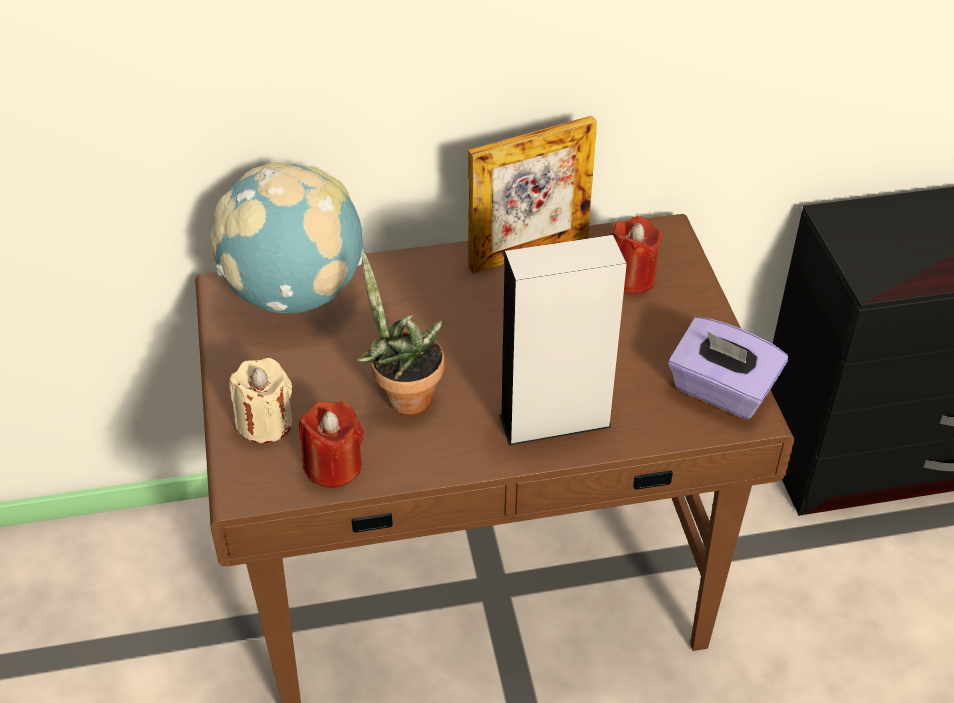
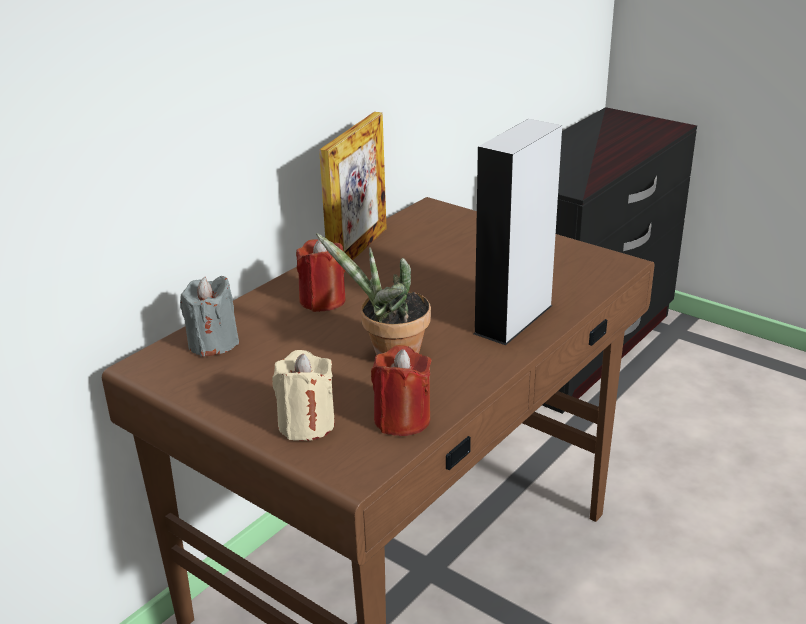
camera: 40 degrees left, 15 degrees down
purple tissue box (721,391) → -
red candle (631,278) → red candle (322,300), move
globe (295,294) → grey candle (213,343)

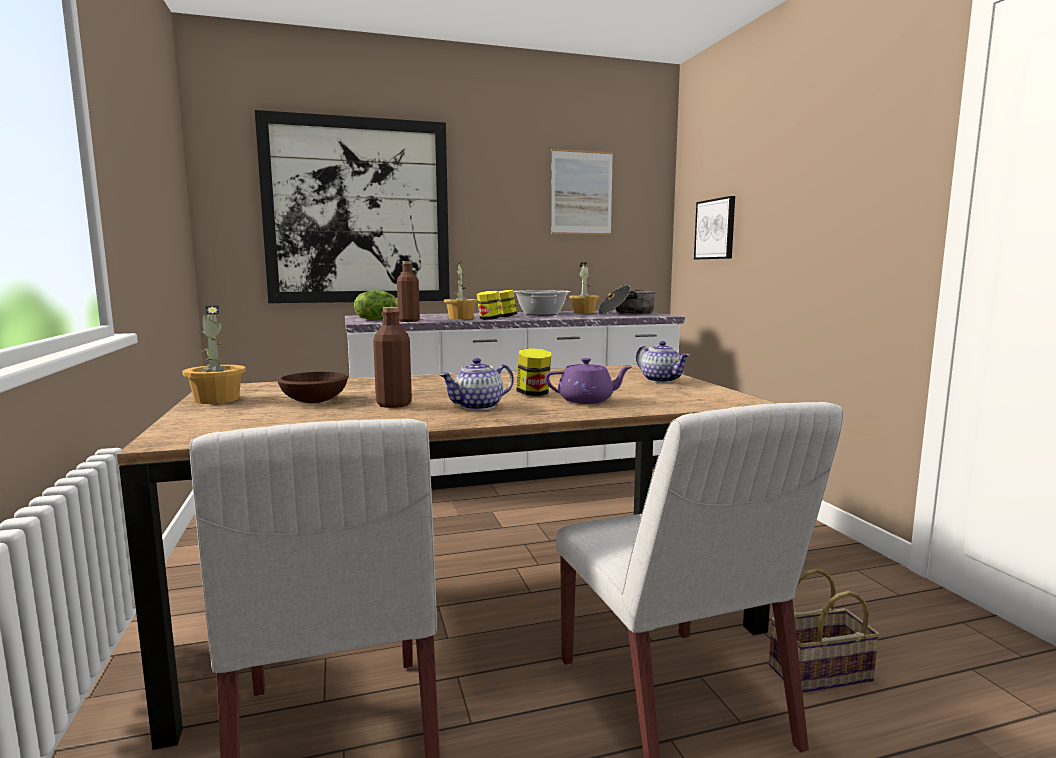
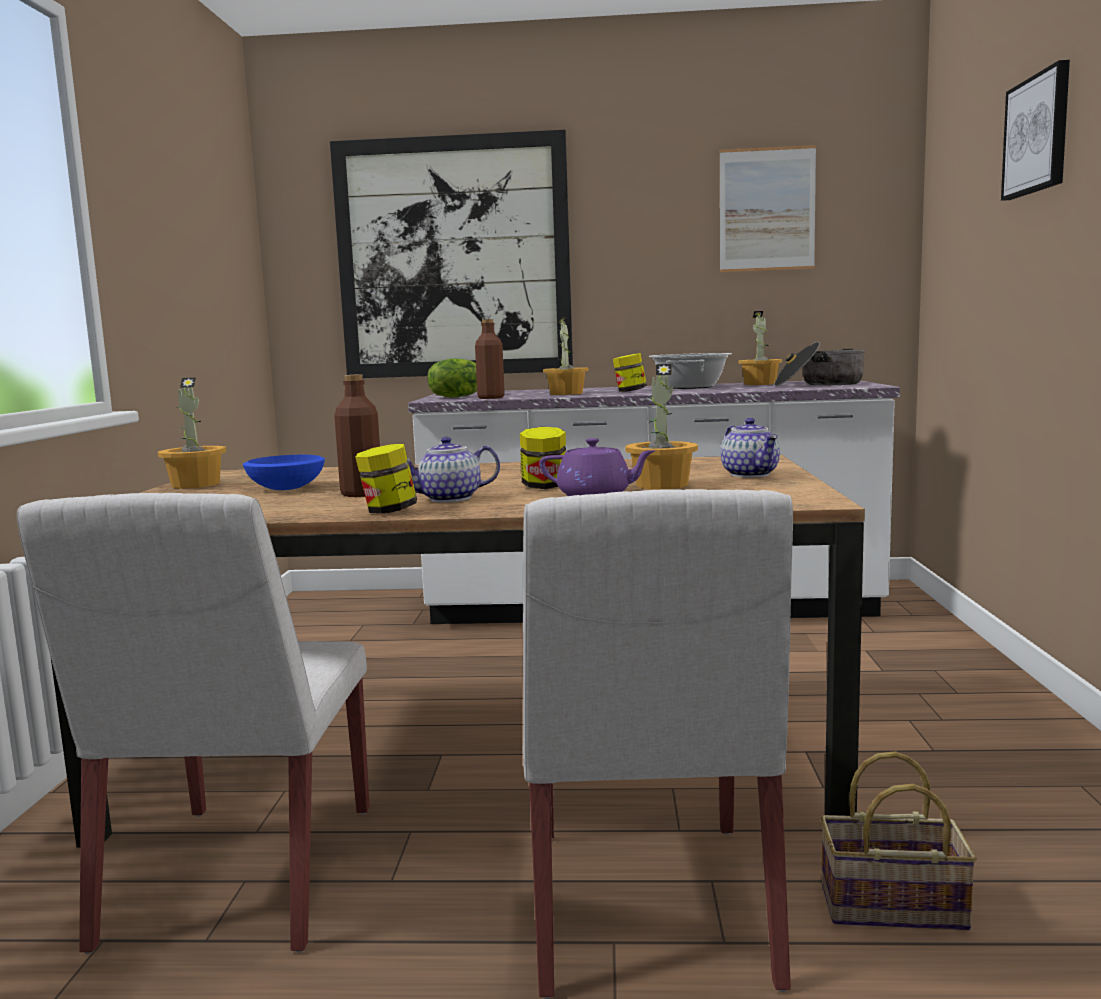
camera: 20 degrees right, 0 degrees up
- → potted plant (662,485)
jar (489,319) → jar (389,511), move
picture (715,229) → picture (1038,134), move
brown bowl (315,401) → blue bowl (286,488)

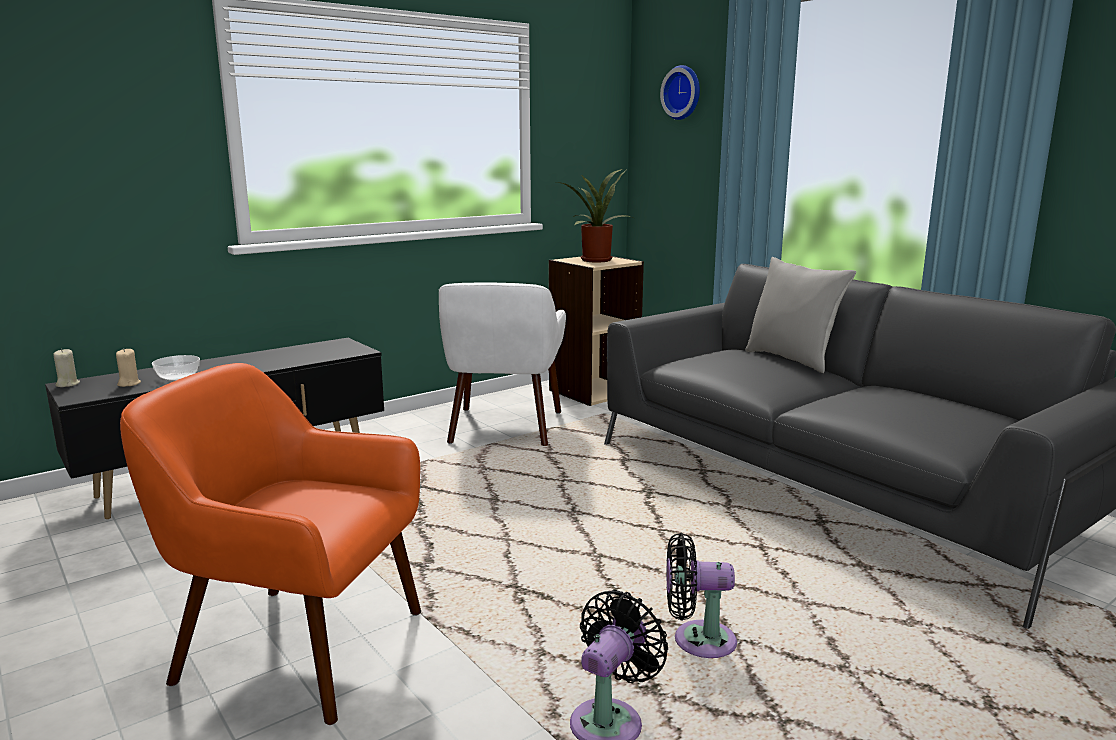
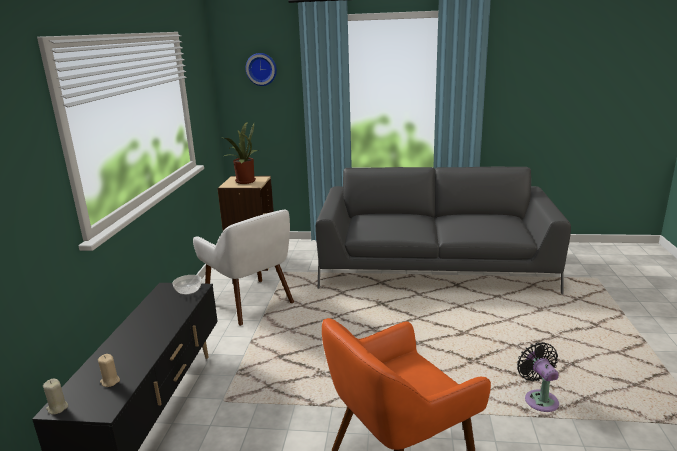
camera: 45 degrees left, 5 degrees up
black fan (697,641) → -
grey pillow (792,360) → -
bowl (178,377) → bowl (188,290), move

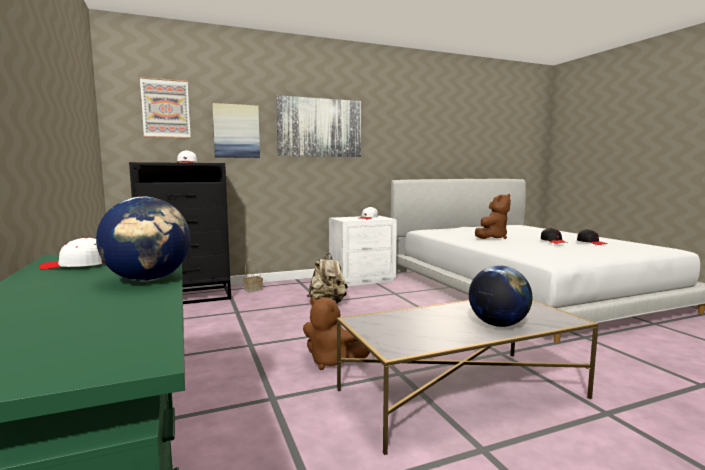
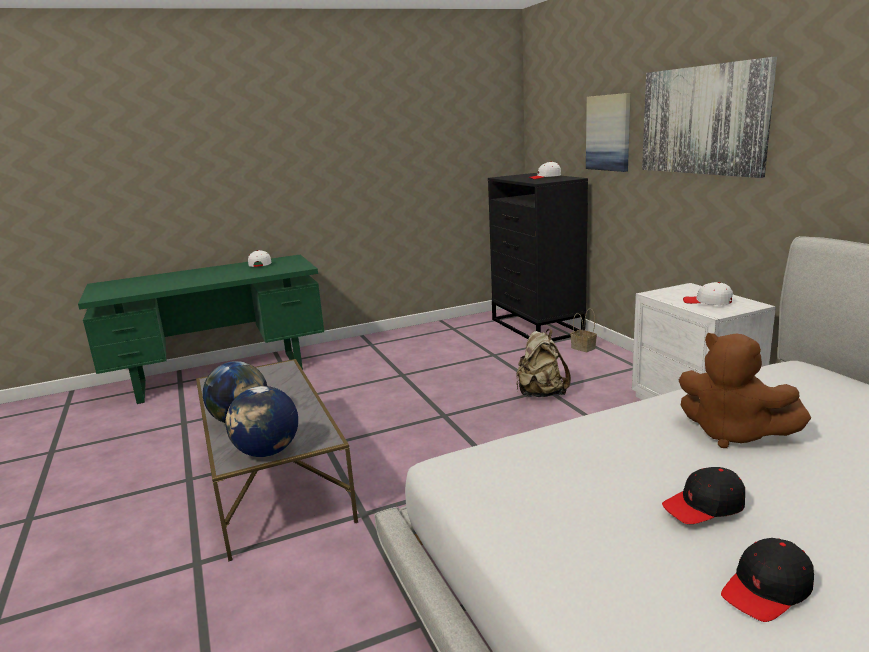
camera: 90 degrees right, 10 degrees up
picture (166,108) → -
brown plush toy (332,361) → -
globe (148,280) → globe (267,452), move

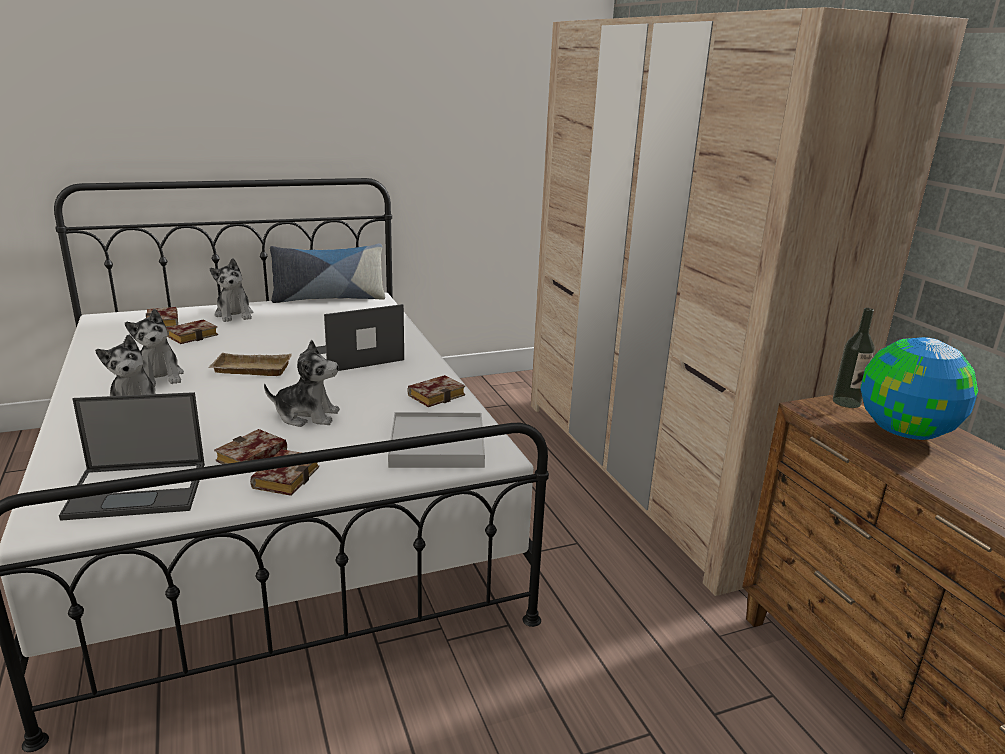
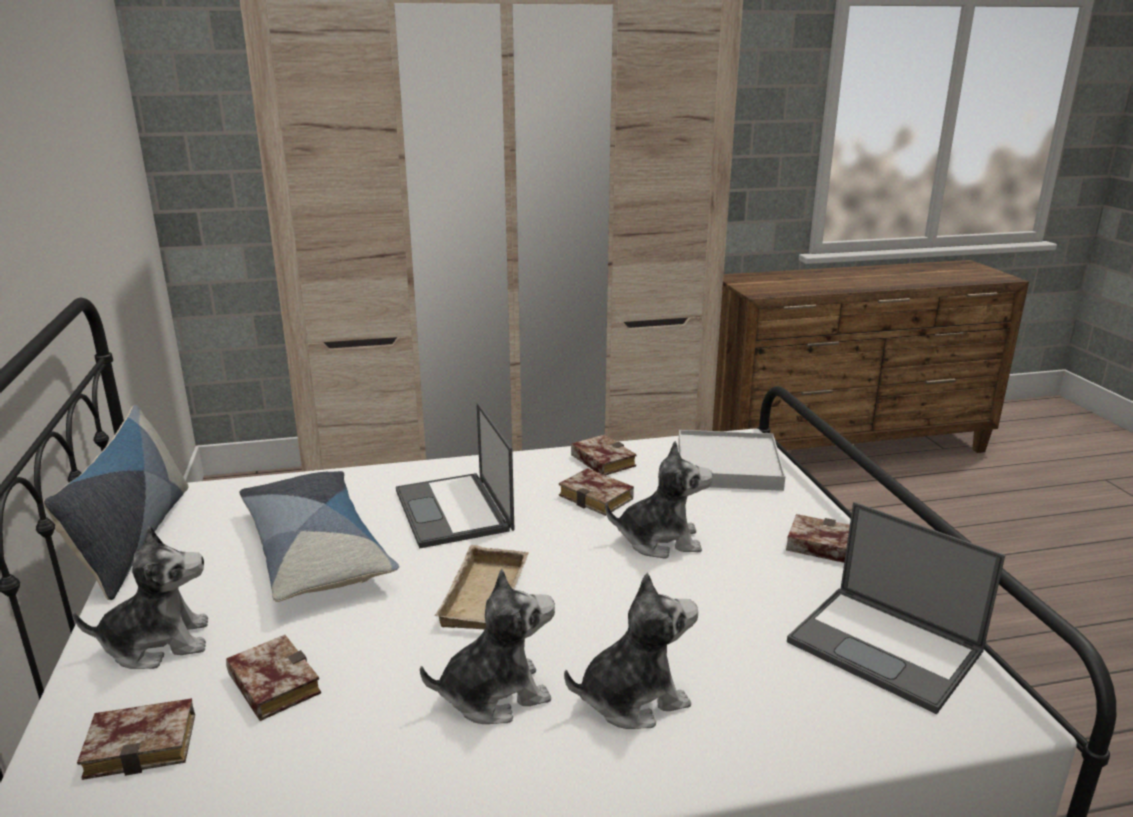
camera: 80 degrees left, 0 degrees up
bottle (846,402) → -
globe (904,433) → -
- → pillow (316,550)
book (251,458) → book (599,498), move
laptop (139,490) → laptop (887,647), 135 degrees clockwise
plush toy (307,416) → plush toy (660,540), 75 degrees clockwise

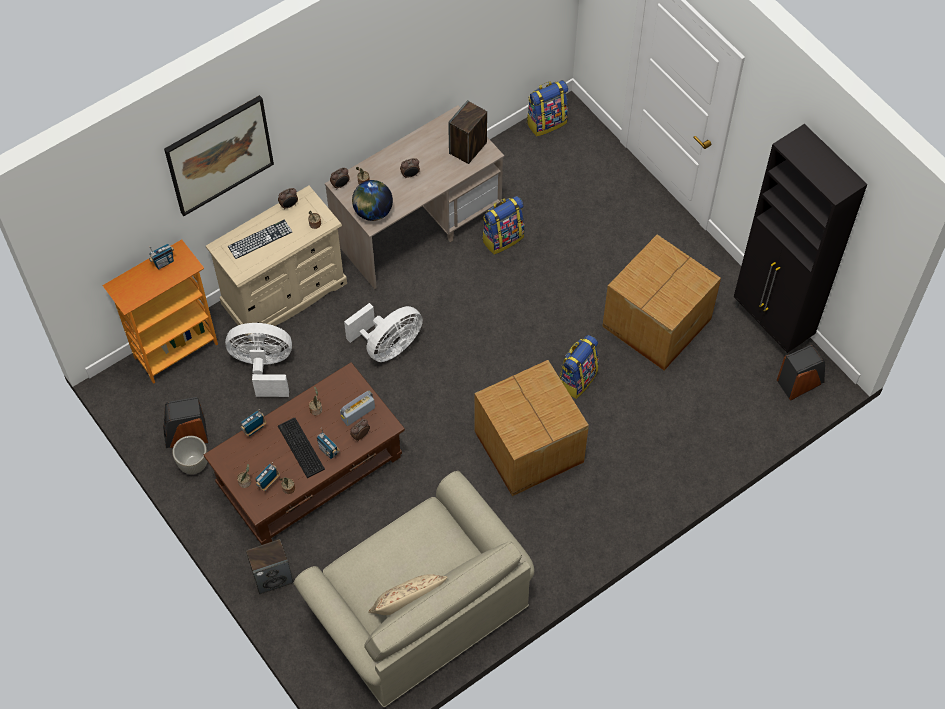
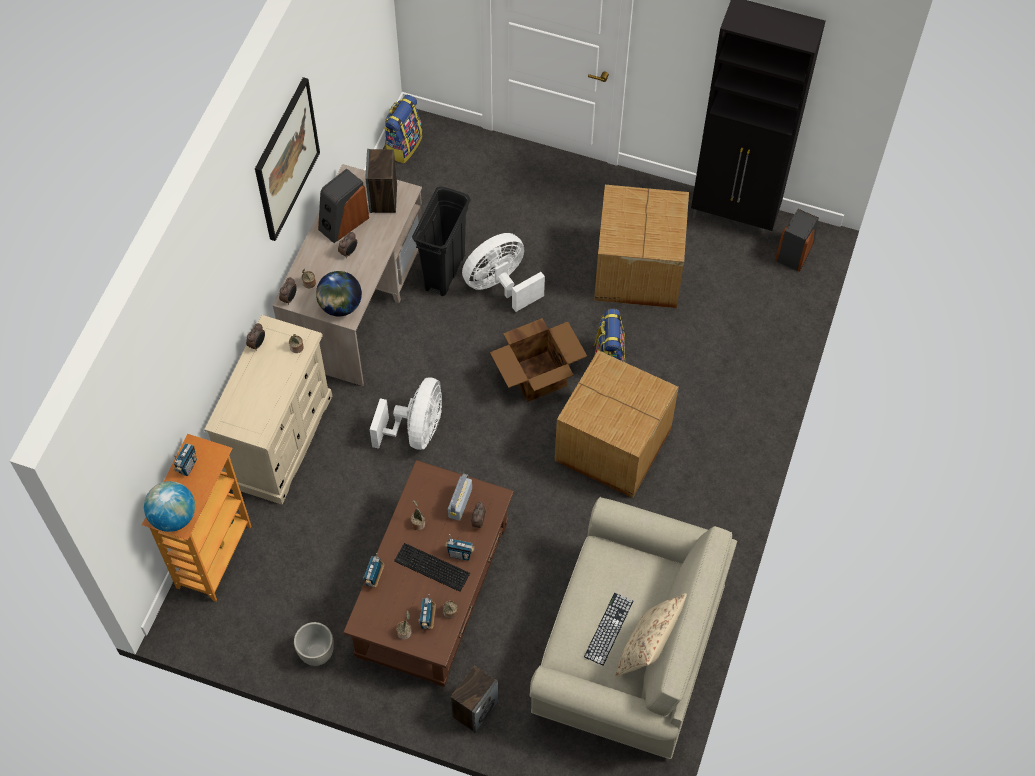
camera: 35 degrees left, 0 degrees up
- → globe (173,517)
- → cardboard box (538,376)
speaker (186,435) → speaker (343,222), move
picture (219,155) → picture (286,159), move
white fan (264,368) → white fan (500,285), move
keyboard (260,239) → keyboard (608,628), move
backpack (502,238) → black trash can (444,272)

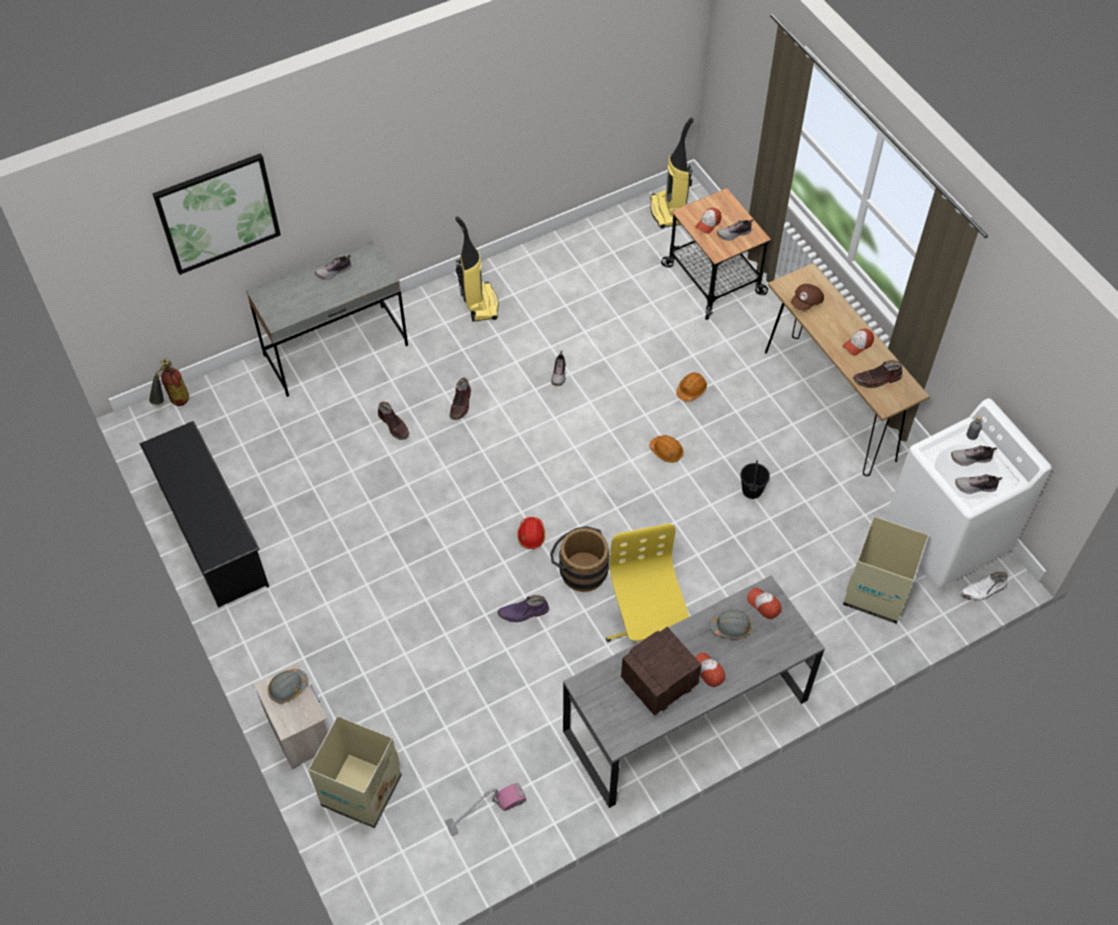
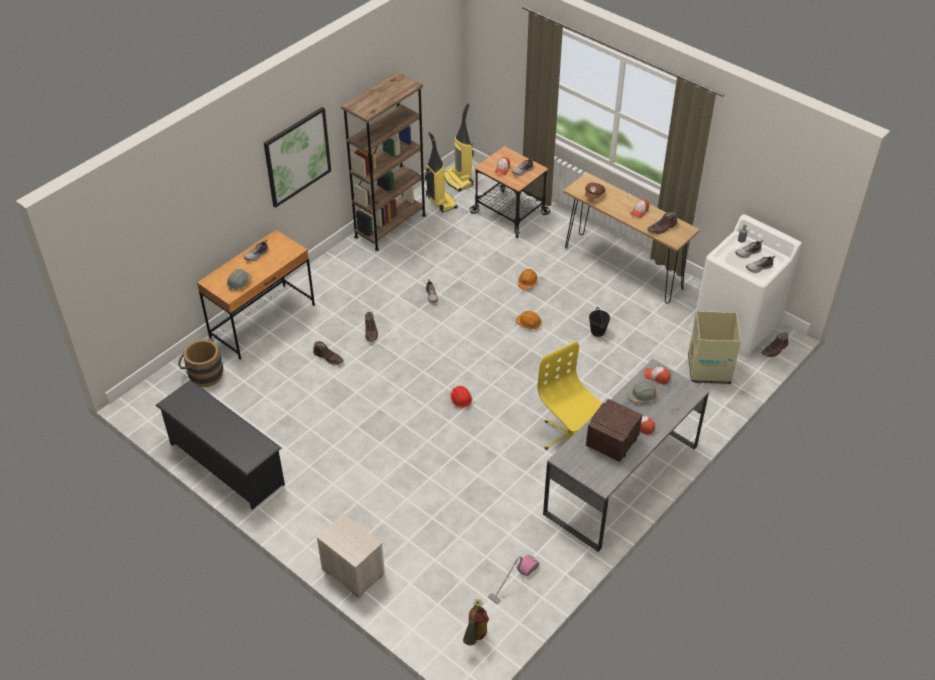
camera: 20 degrees left, 10 degrees down
cardboard box (360,792) → -
purple boot (523,613) → -
- → brown bookcase (390,226)
fire extinguisher (174,404) → fire extinguisher (475,639), move
picture (218,213) → picture (297,156), move
grey hard hat (288,688) → grey hard hat (239,283), move
vacuum cleaner (480,303) → vacuum cleaner (440,202), move
brown bucket (579,569) → brown bucket (203,374), move
grey desk (336,350) → brown desk (263,321)
white boot (983,591) → brown boot (775,350)

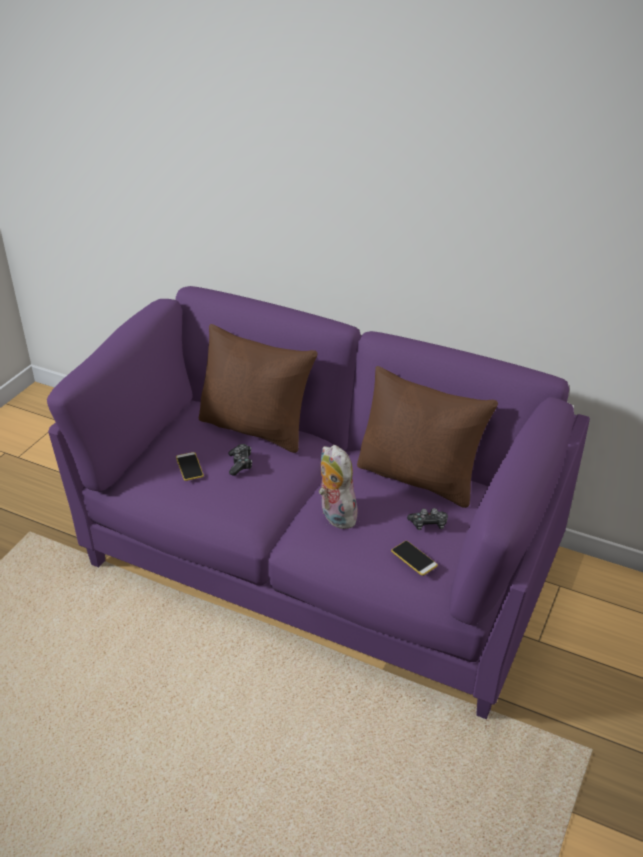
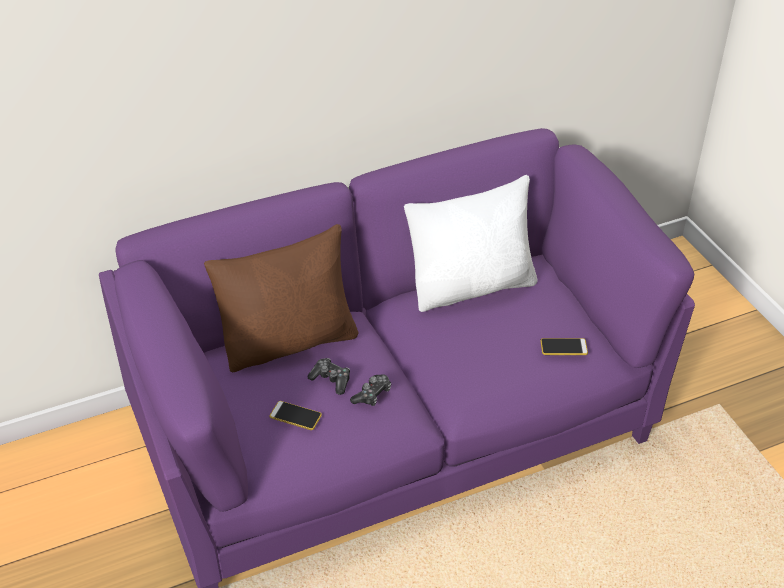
camera: 50 degrees left, 5 degrees up
plush toy (335,515) → -
game controller (428,524) → game controller (372,395), move
brown pillow (419,477) → white pillow (472,286)

